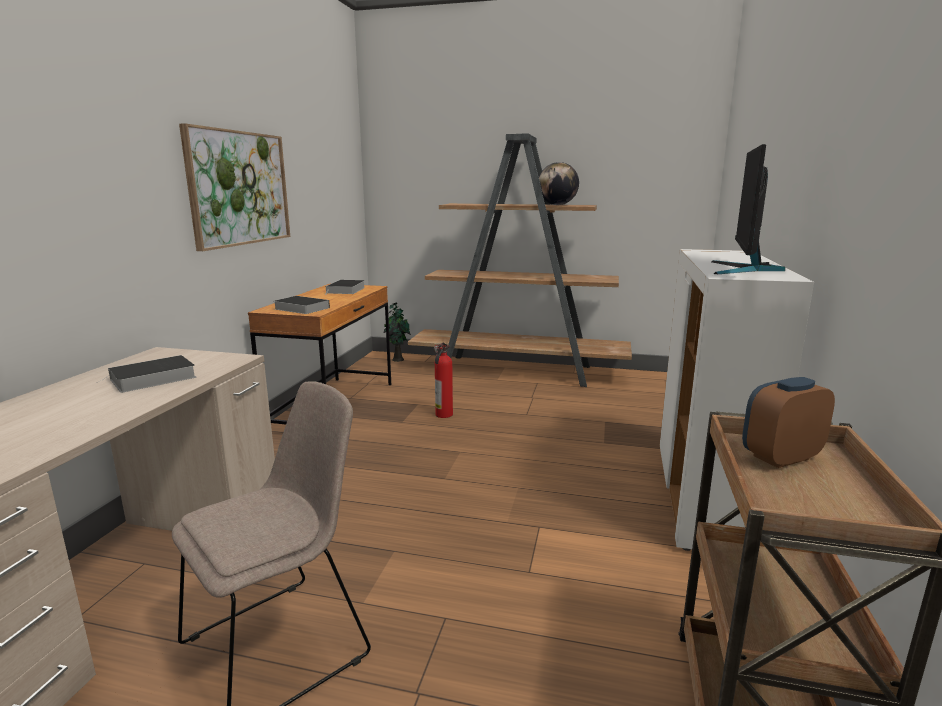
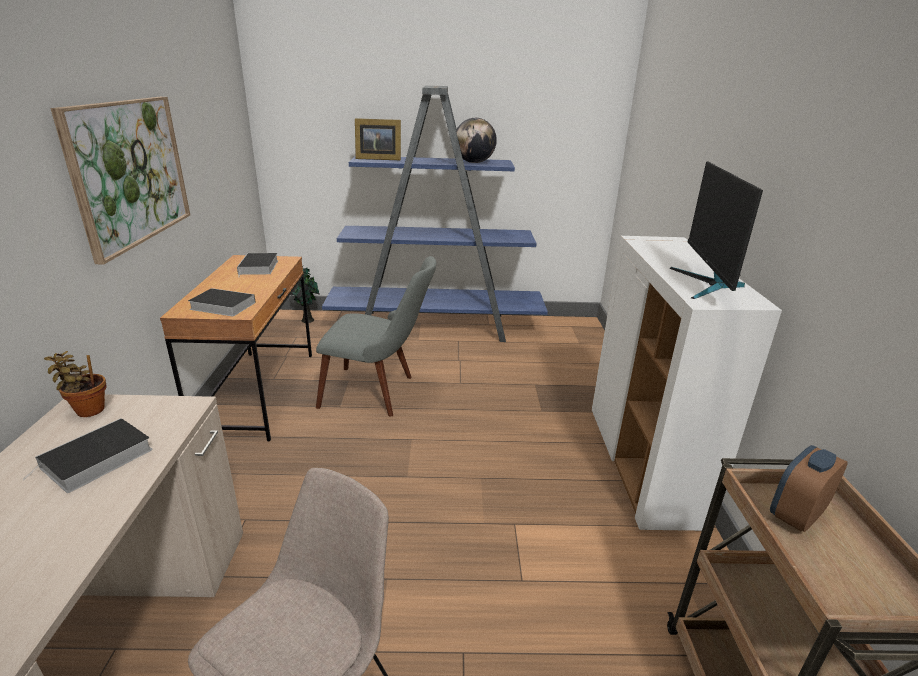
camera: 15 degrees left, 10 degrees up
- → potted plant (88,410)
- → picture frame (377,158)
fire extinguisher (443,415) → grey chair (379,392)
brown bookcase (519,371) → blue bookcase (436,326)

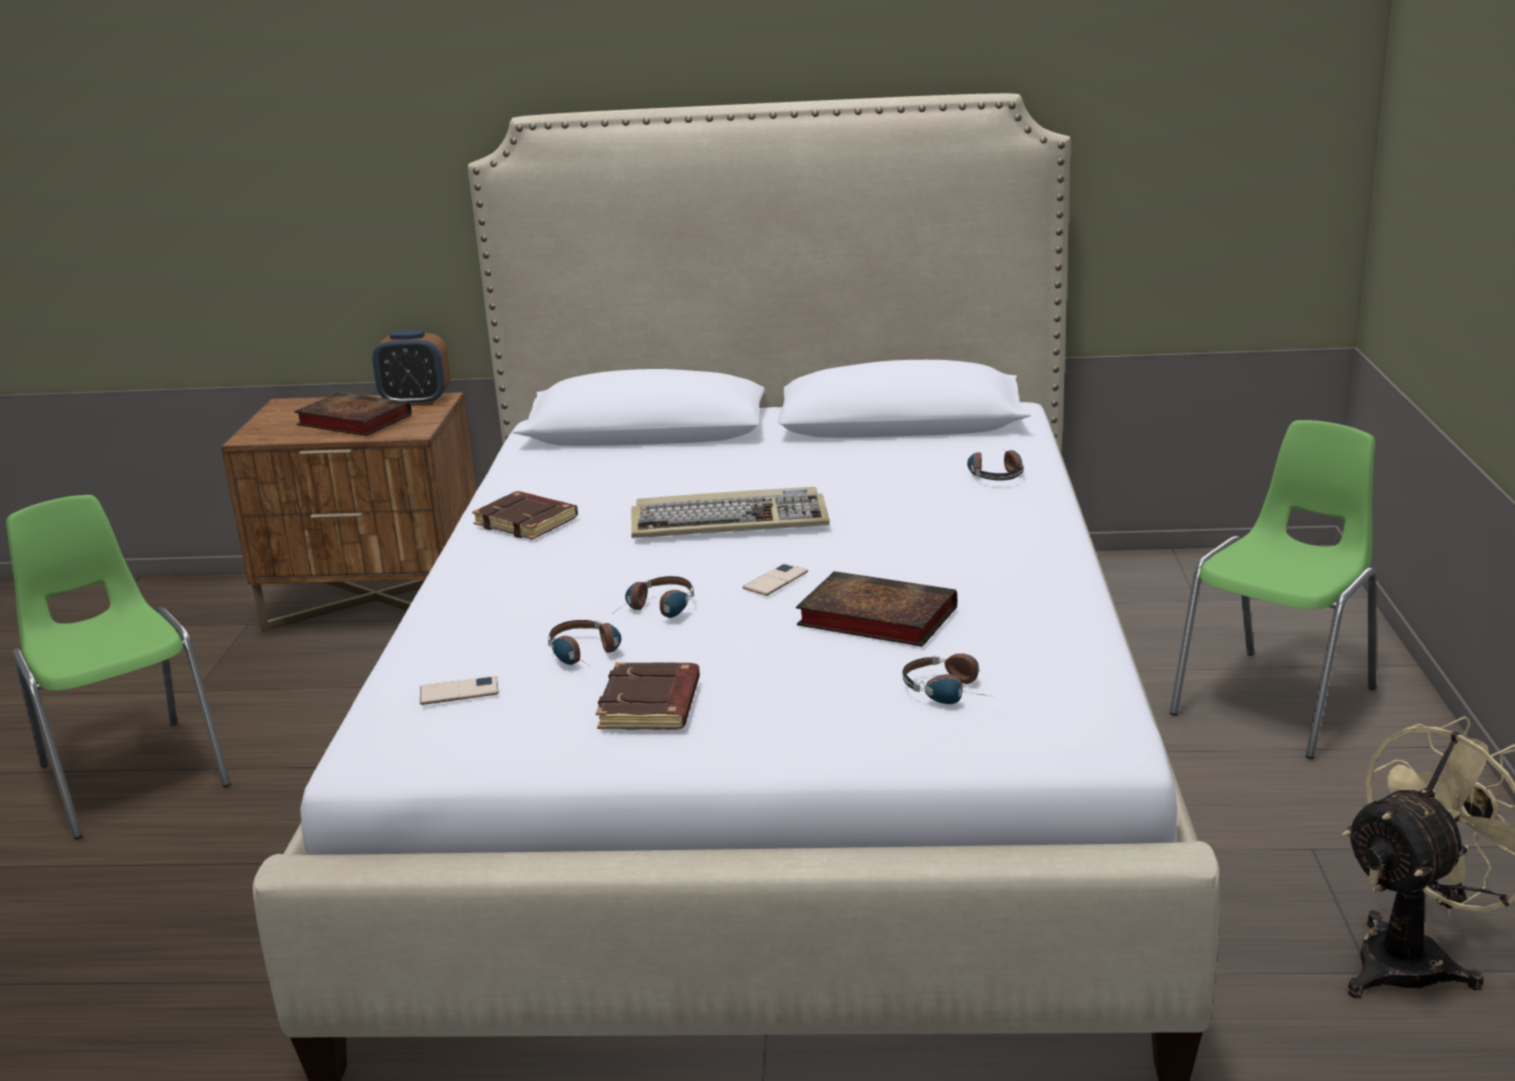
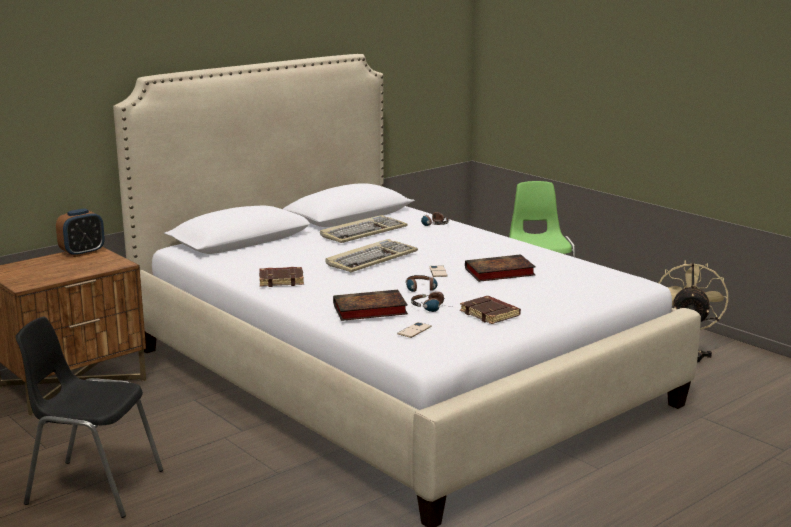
camera: 45 degrees left, 5 degrees down
headphones (953,691) → -
- → keyboard (363,232)
book (351,421) → book (368,310), move
green chair (132,775) → black chair (93,487)

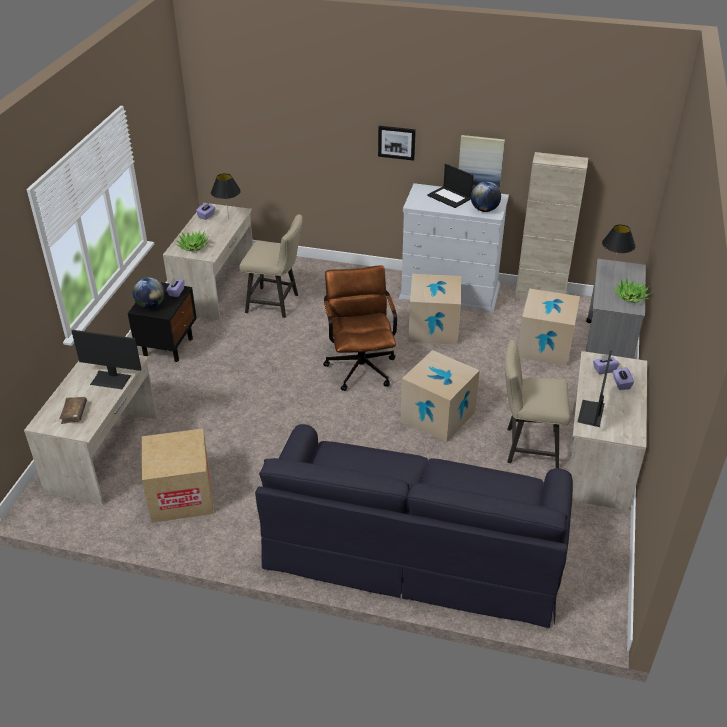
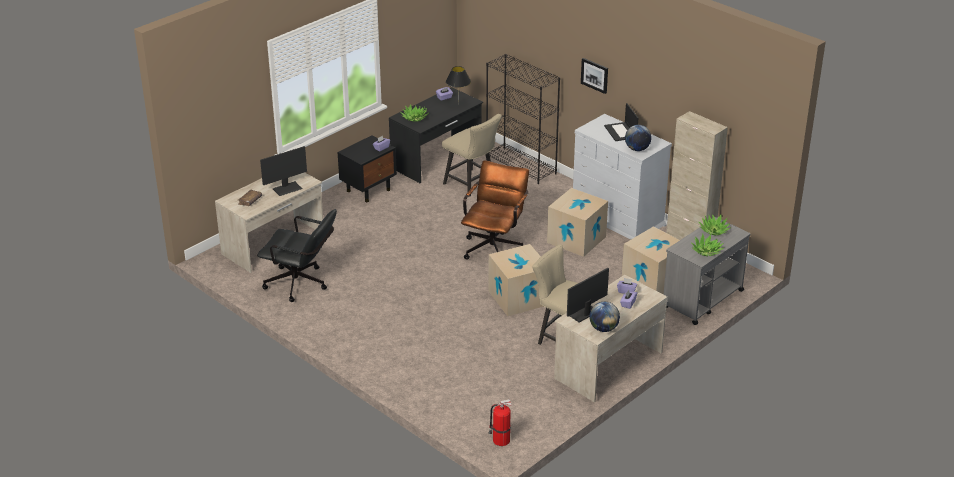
camera: 30 degrees right, 5 degrees down
black sofa (414,549) → -
picture (481,160) → -
- → black bookcase (521,166)
- → fire extinguisher (500,440)
globe (151,305) → globe (603,328), move
cardboard box (181,496) → black office chair (301,285)
black table lamp (612,273) → potted plant (714,230)
beige desk (216,288) → black desk (437,159)
monitor (111,379) → monitor (287,188), 75 degrees counterclockwise

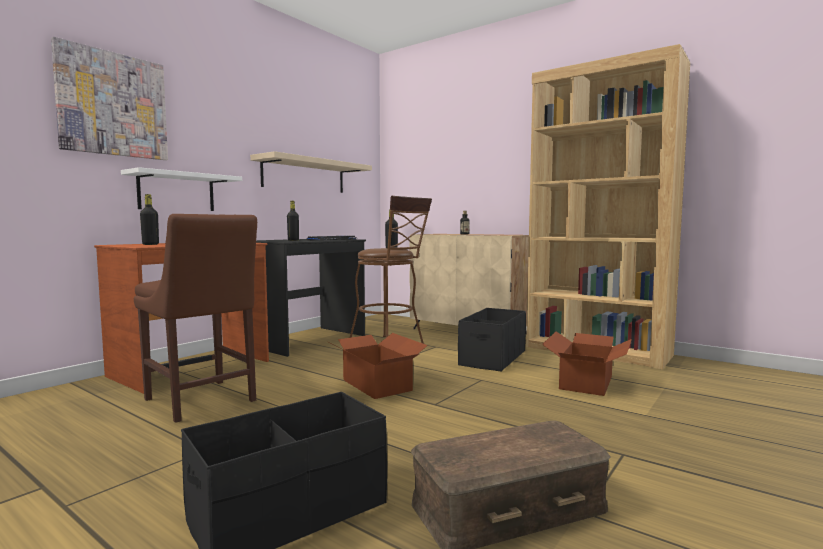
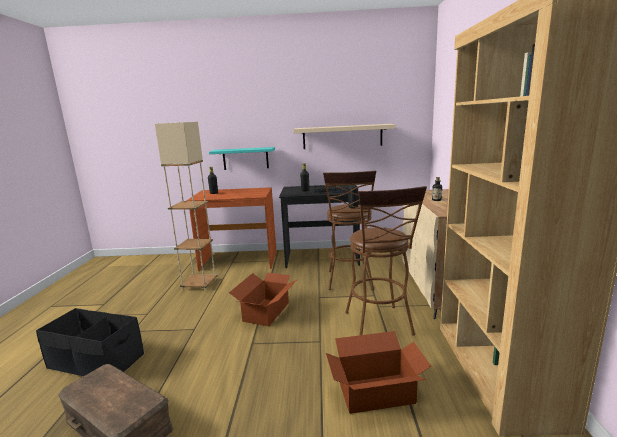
camera: 55 degrees right, 10 degrees up
picture (113,104) → -
brown chair (202,401) → beige floor lamp (199,285)
black storage box (492,358) → brown stool (380,326)
white shelf (177,192) → turquoise shelf (245,158)

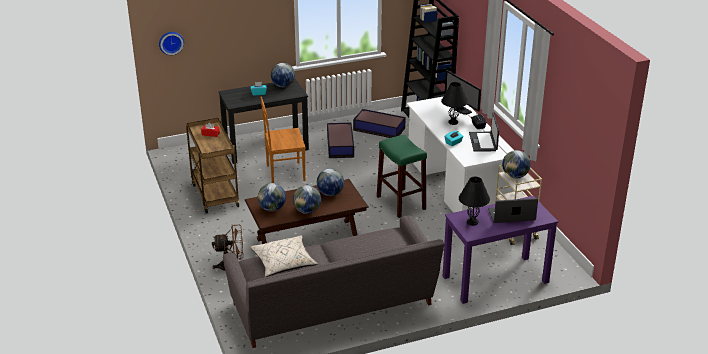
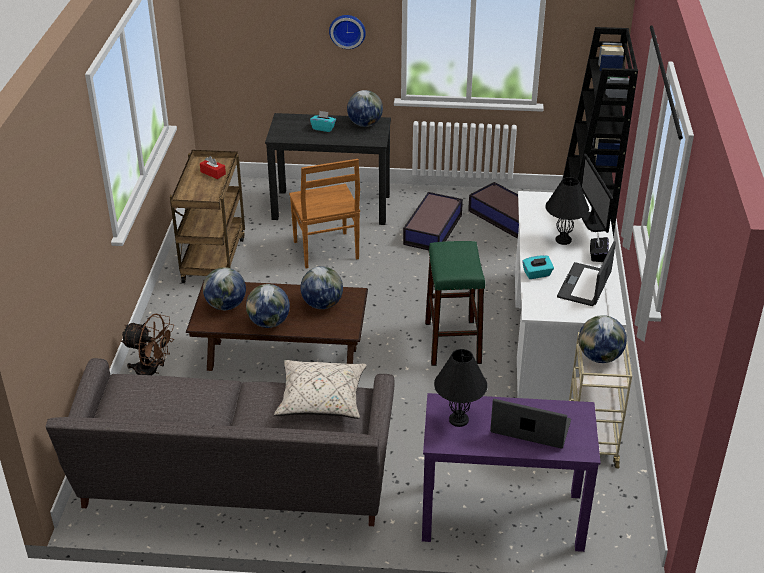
camera: 25 degrees right, 5 degrees up
wall clock (171,42) → wall clock (347,30), move
beige pillow (284,263) → beige pillow (321,399), move
brown chair (284,173) → brown chair (326,251), 120 degrees counterclockwise

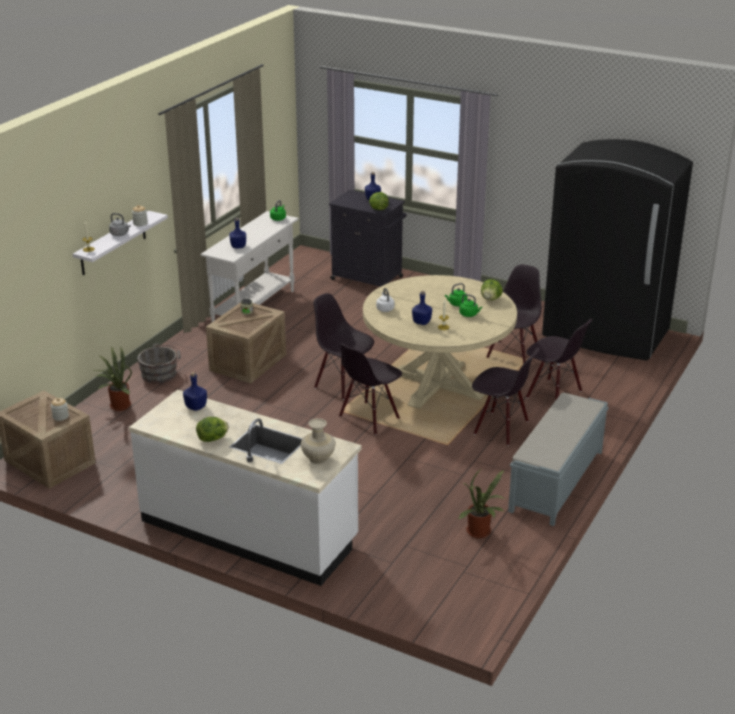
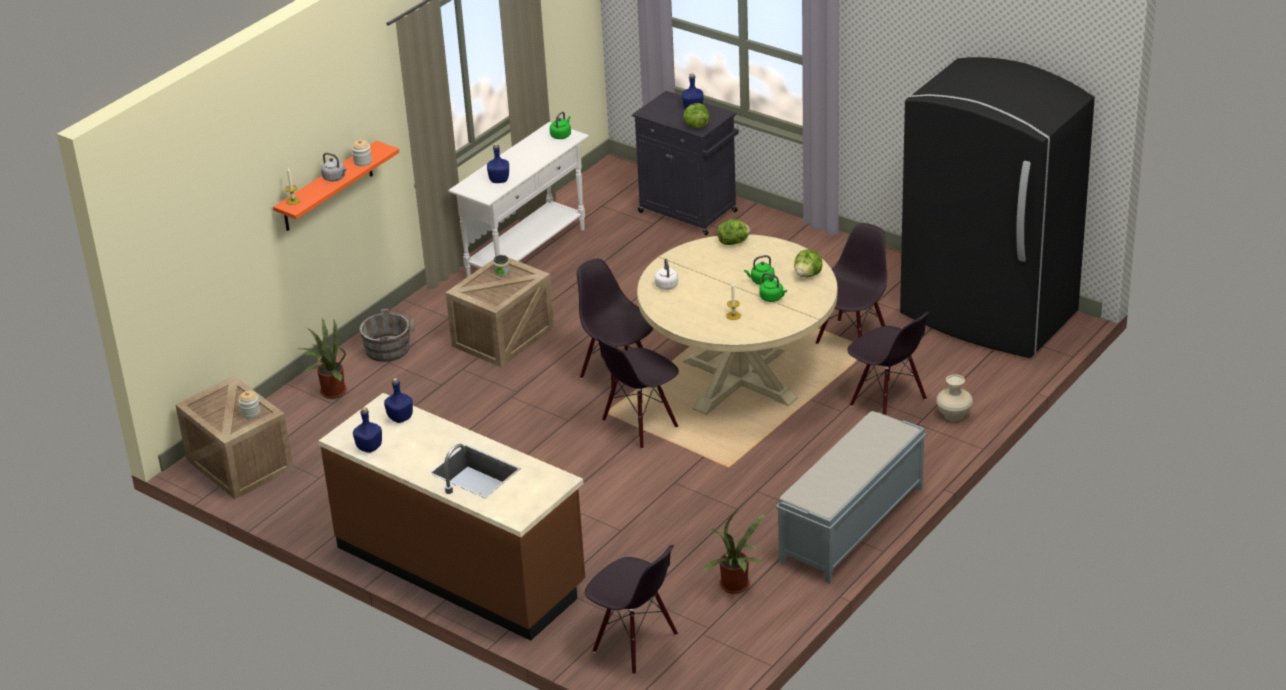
camera: 10 degrees right, 5 degrees up
lettuce (213,439) → lettuce (734,242), move
beige vase (318,459) → beige vase (953,415), move
blue bottle (421,322) → blue bottle (369,447), move
black chair (501,428) → black chair (634,643), move
white shelf (113,243) → orange shelf (327,187)
white counter (249,530) → brown counter (461,567)

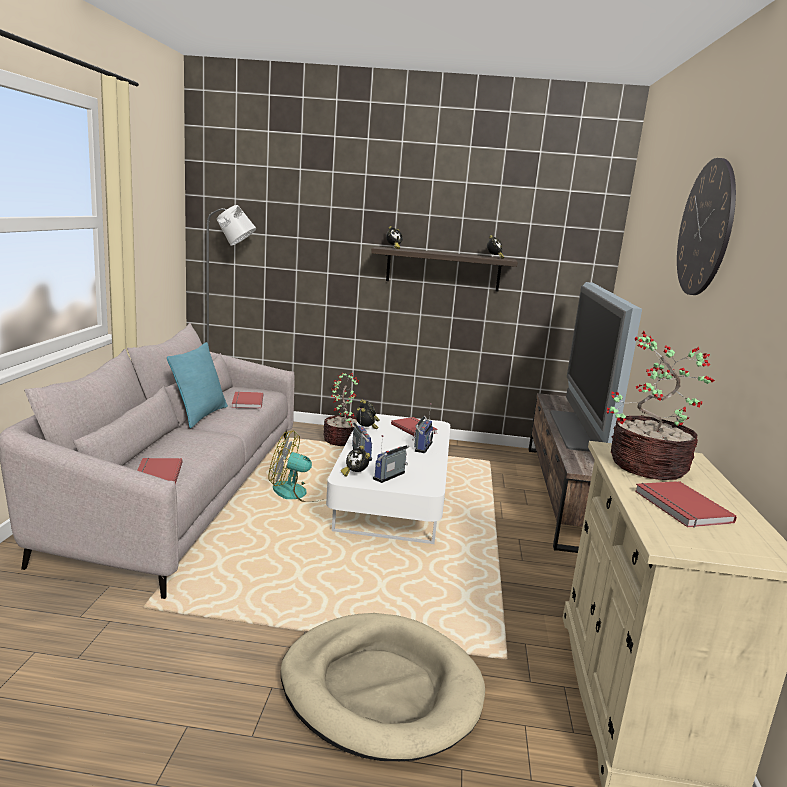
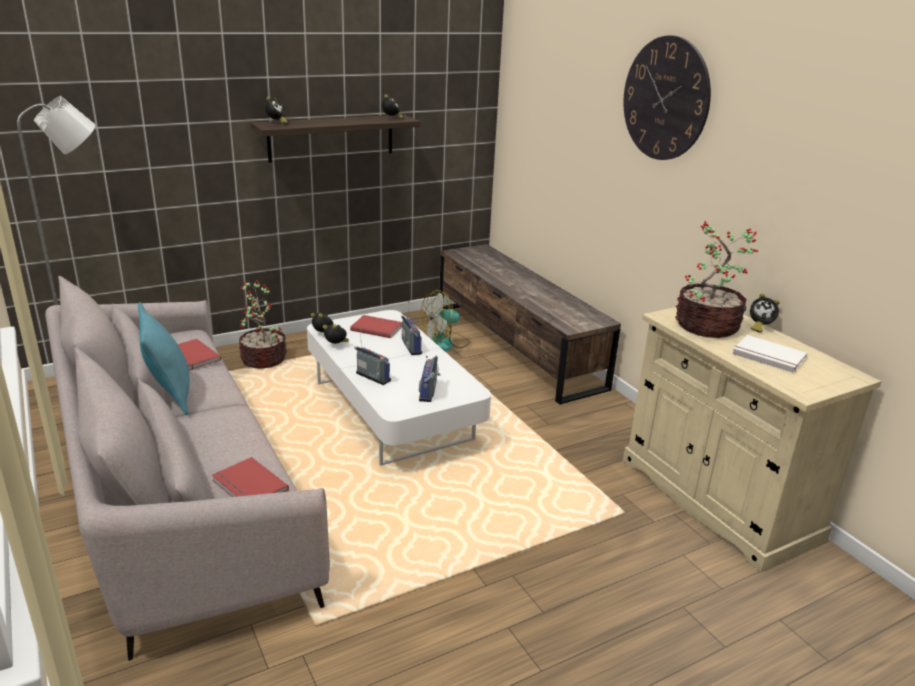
camera: 35 degrees left, 10 degrees up
beige dog bed (381,689) → -
television (582,431) → -
fan (298,493) → fan (443,343), move
alarm clock (355,474) → alarm clock (759,327), move
red book (680,507) → white book (768,357)

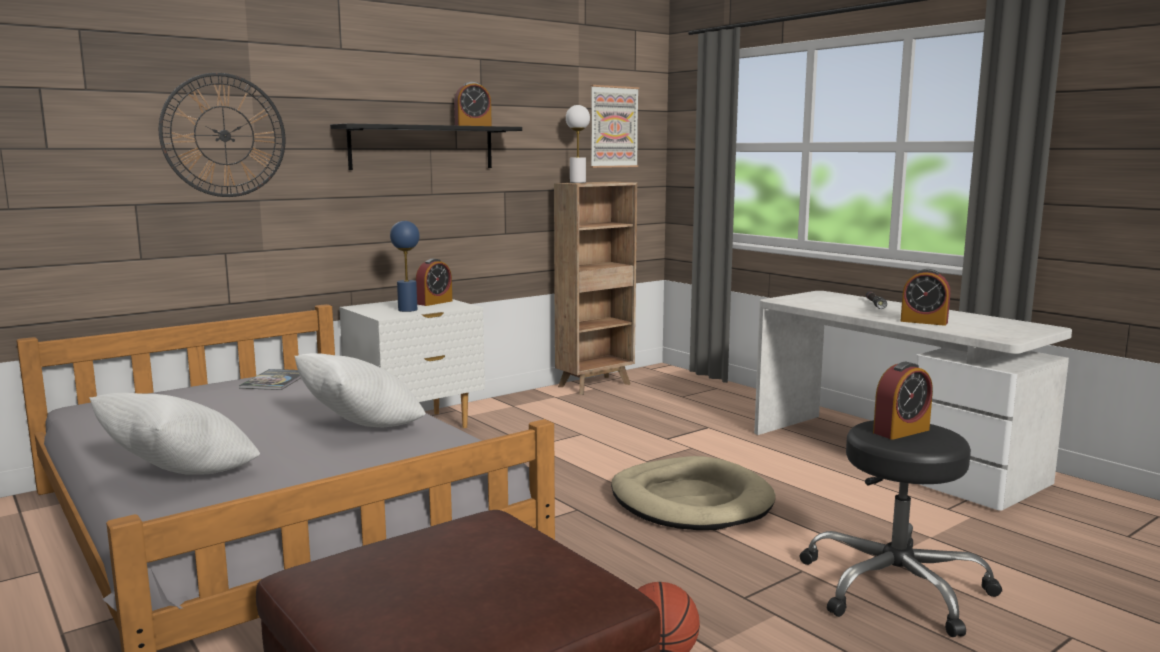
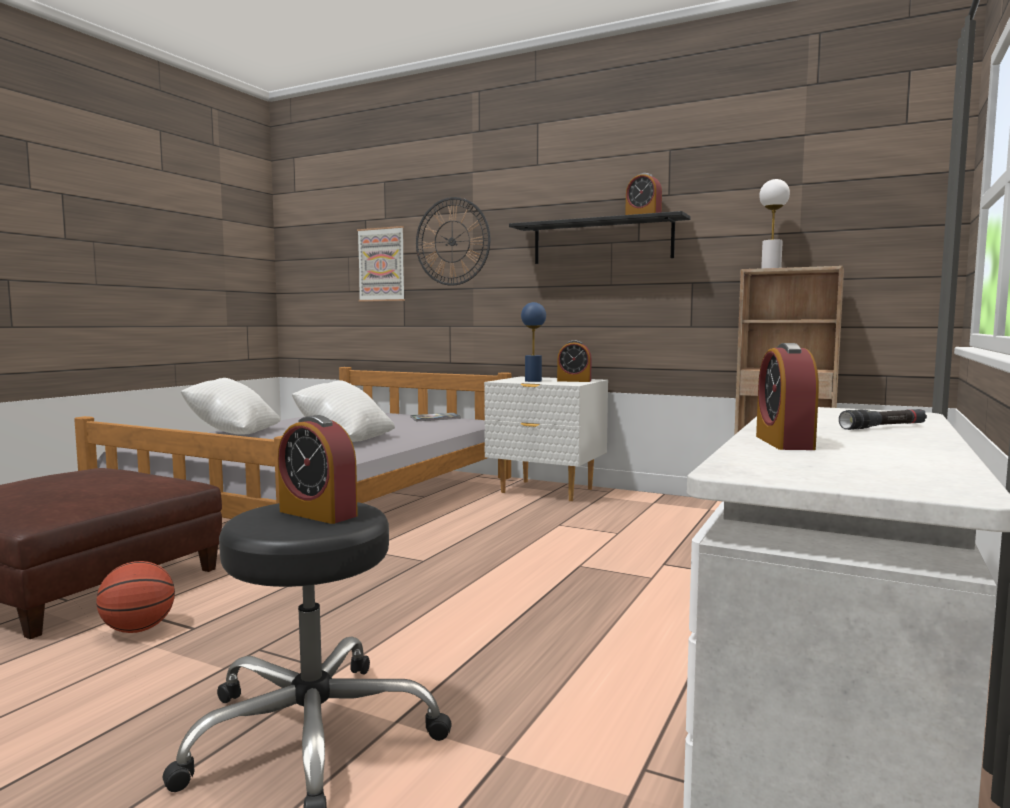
camera: 65 degrees right, 5 degrees down
beige dog bed (691,501) → -
picture (613,127) → picture (381,264), move

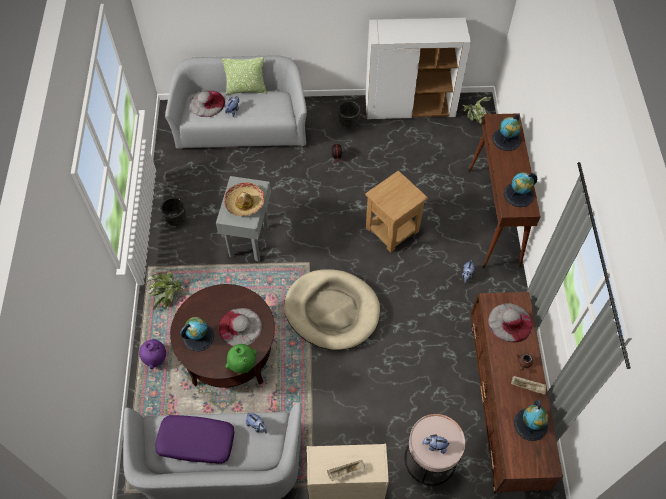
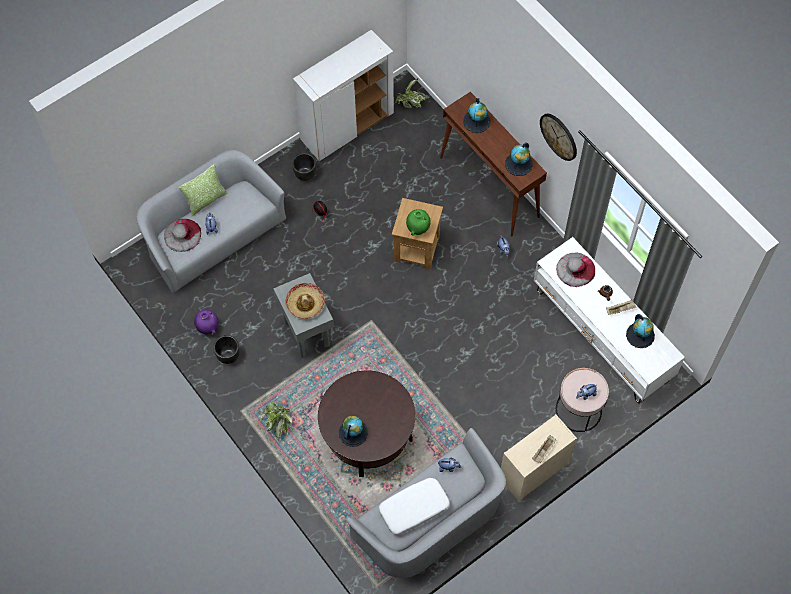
camera: 35 degrees left, 5 degrees up
grey hat (240,327) → -
beige dog bed (332,311) → -
- → wall clock (559,136)
purple vase (155,358) → purple vase (207,327), move
green vase (243,364) → green vase (418,228), move
purple pillow (196,442) → white pillow (414,509)
brown tv stand (503,405) → white tv stand (602,335)

